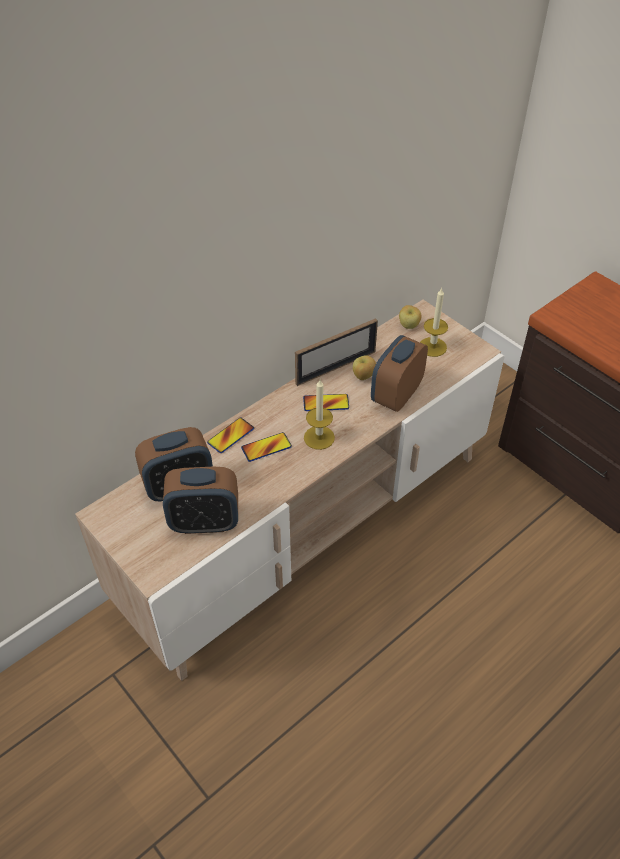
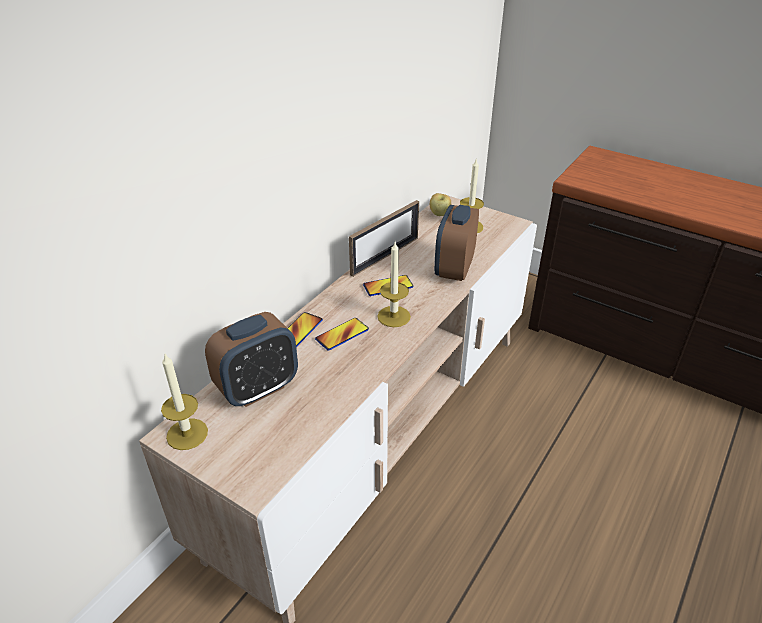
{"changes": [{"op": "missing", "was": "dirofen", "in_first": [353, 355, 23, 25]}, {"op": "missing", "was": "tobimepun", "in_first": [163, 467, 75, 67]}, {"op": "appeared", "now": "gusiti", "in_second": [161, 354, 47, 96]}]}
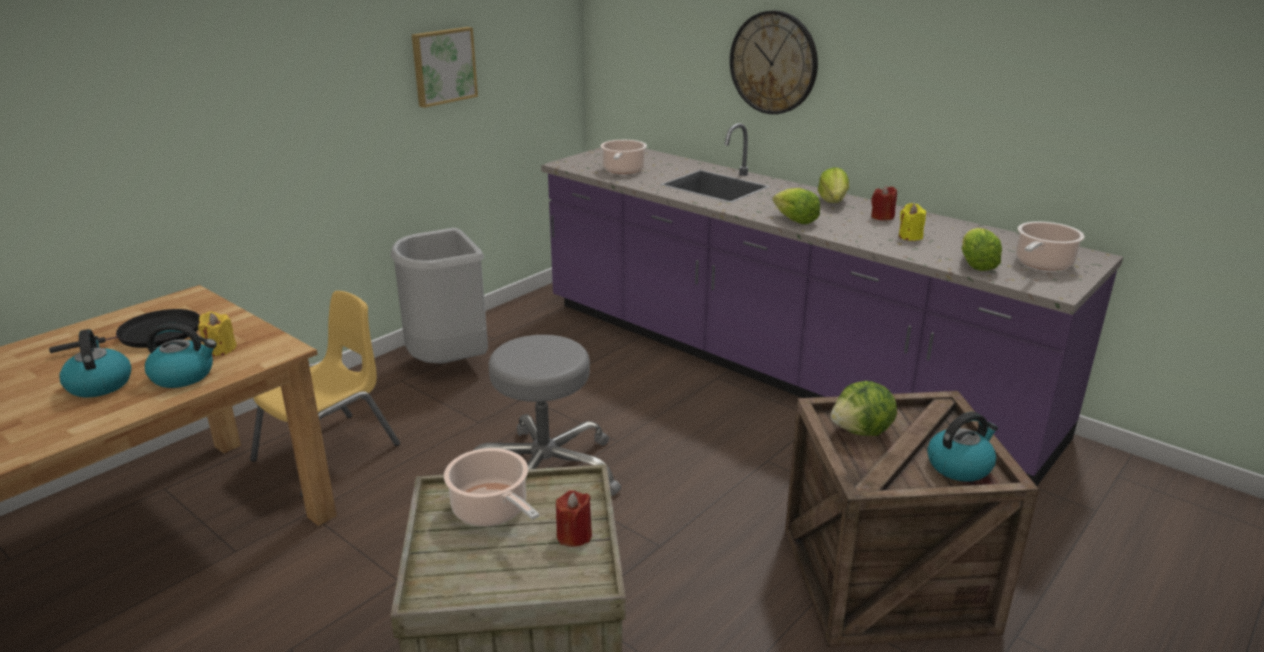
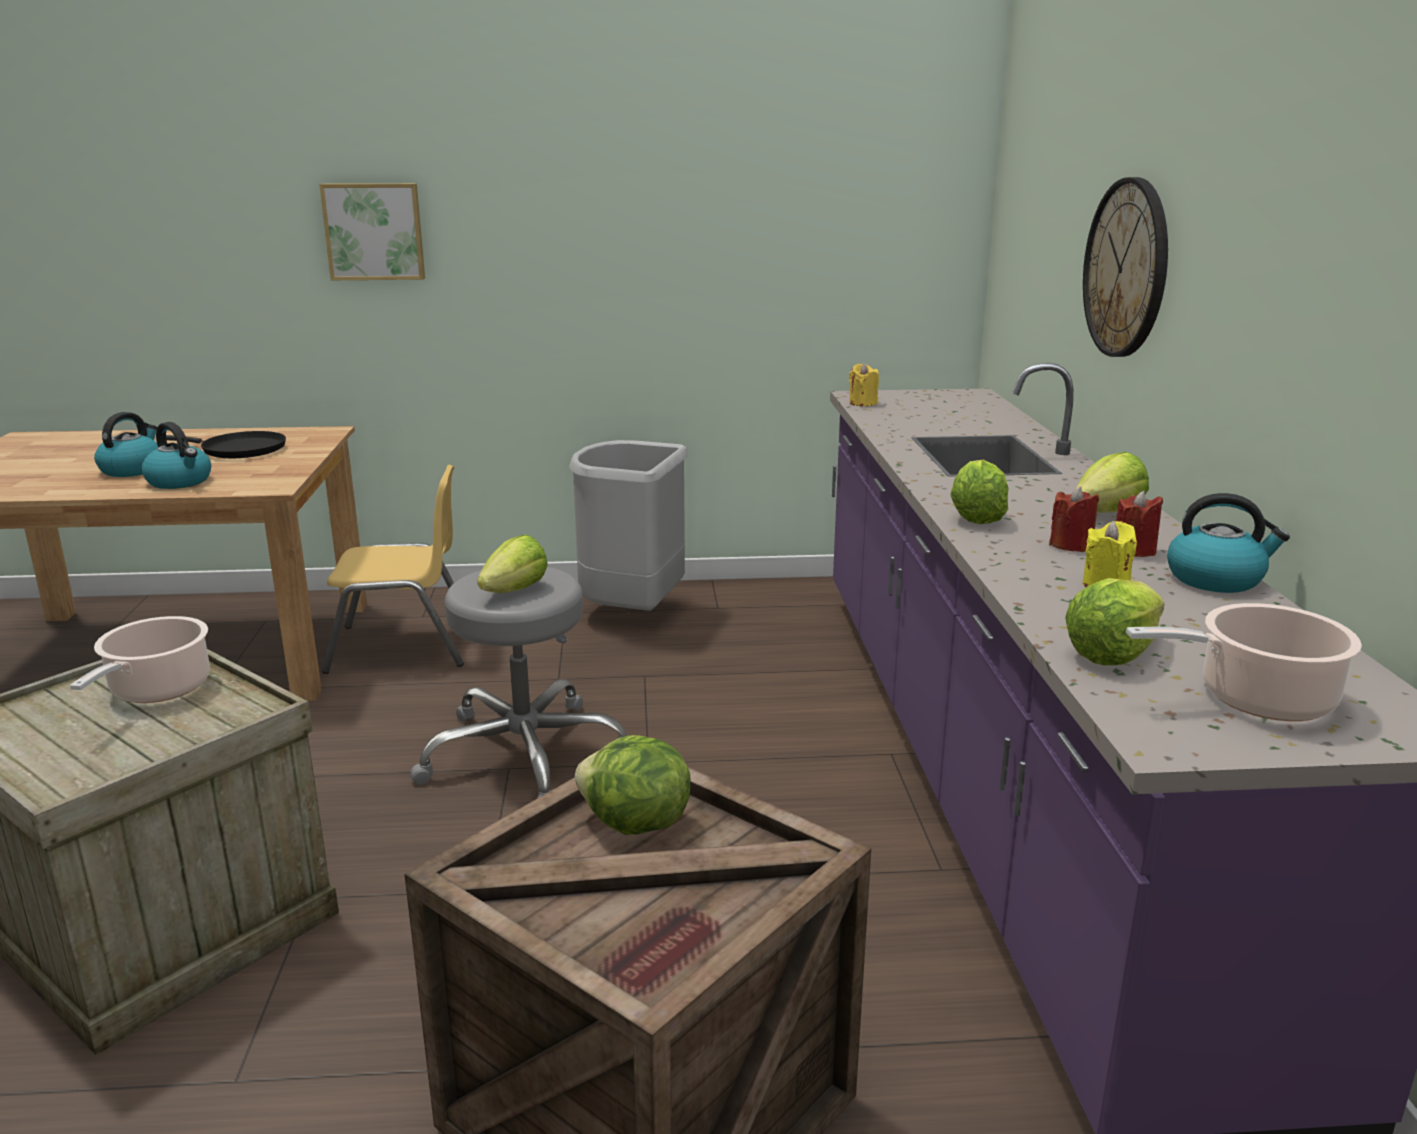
{"changes": [{"op": "relocated", "was": "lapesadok", "in_first": [412, 27, 66, 81], "in_second": [319, 183, 106, 97]}, {"op": "missing", "was": "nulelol", "in_first": [601, 140, 46, 34]}, {"op": "relocated", "was": "gusiti (yellow)", "in_first": [198, 311, 39, 45], "in_second": [849, 363, 30, 43]}, {"op": "relocated", "was": "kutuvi", "in_first": [927, 412, 71, 70], "in_second": [1167, 493, 123, 100]}, {"op": "relocated", "was": "gusiti (red)", "in_first": [556, 490, 36, 57], "in_second": [1049, 487, 50, 65]}, {"op": "appeared", "now": "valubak", "in_second": [477, 535, 71, 58]}]}
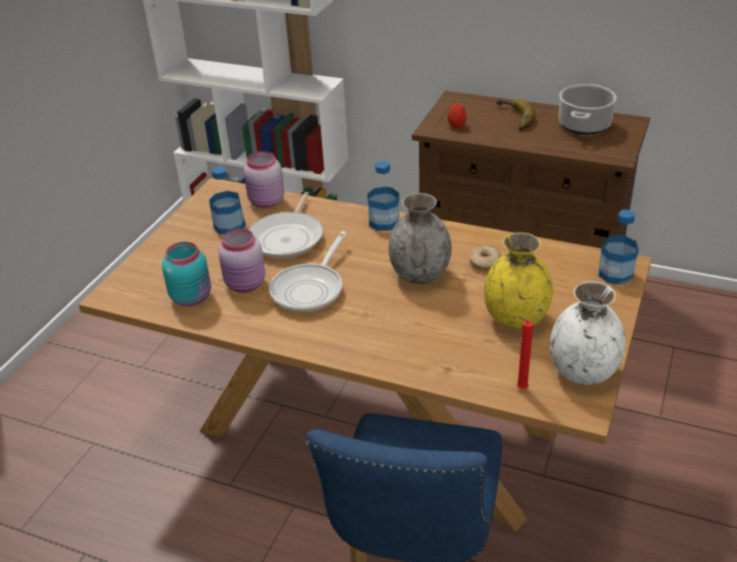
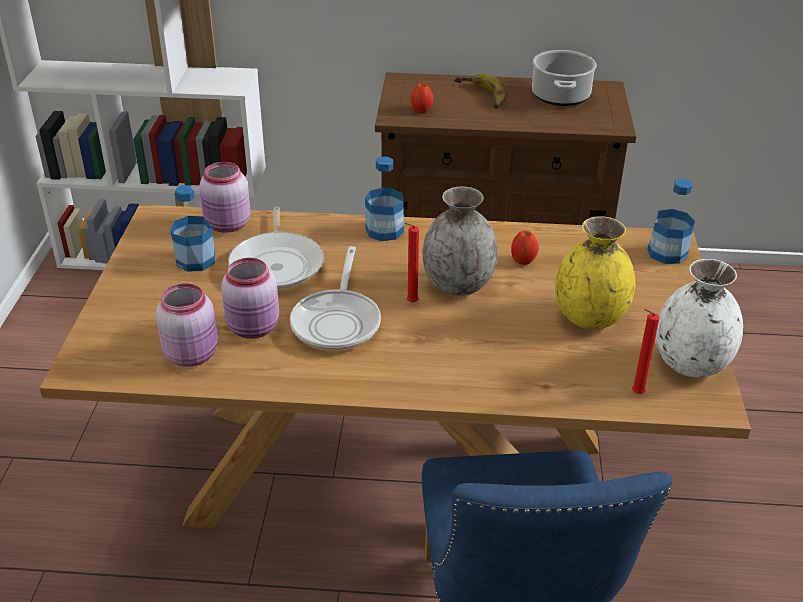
{"changes": [{"op": "colour", "was": "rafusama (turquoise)", "now": "rafusama (pink)", "in_first": [162, 242, 49, 64], "in_second": [156, 283, 62, 84]}, {"op": "exchanged", "was": "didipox", "now": "dirofen", "in_first": [469, 245, 32, 25], "in_second": [511, 231, 28, 34]}, {"op": "appeared", "now": "gusiti (red)", "in_second": [405, 223, 14, 80]}]}
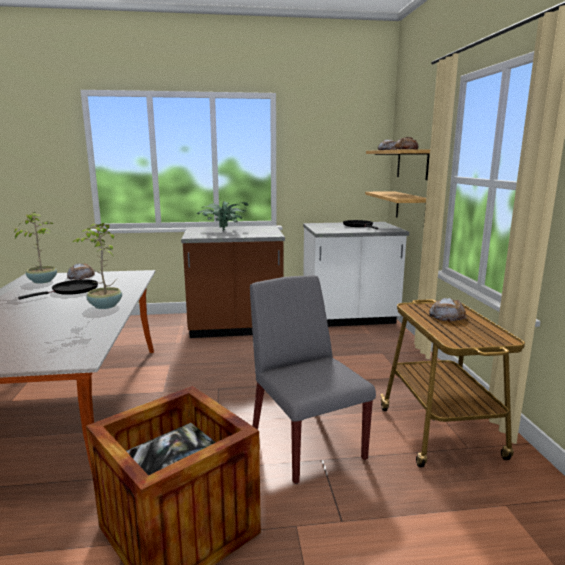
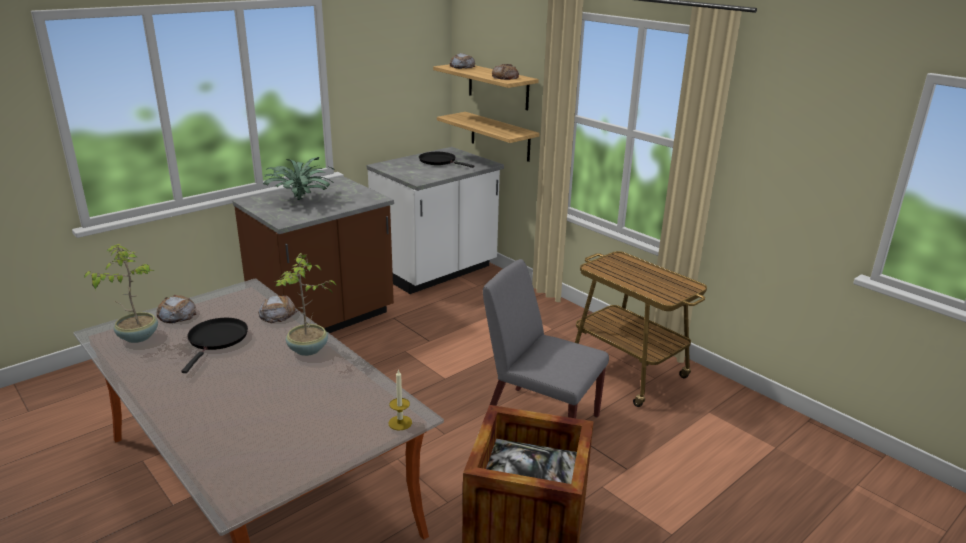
{"changes": [{"op": "relocated", "was": "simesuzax", "in_first": [429, 298, 38, 24], "in_second": [258, 295, 39, 28]}, {"op": "appeared", "now": "gusiti", "in_second": [389, 369, 23, 62]}]}
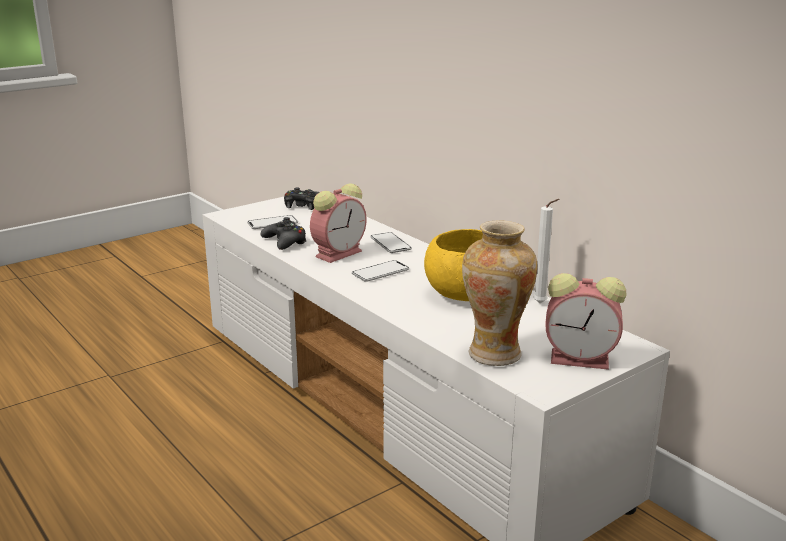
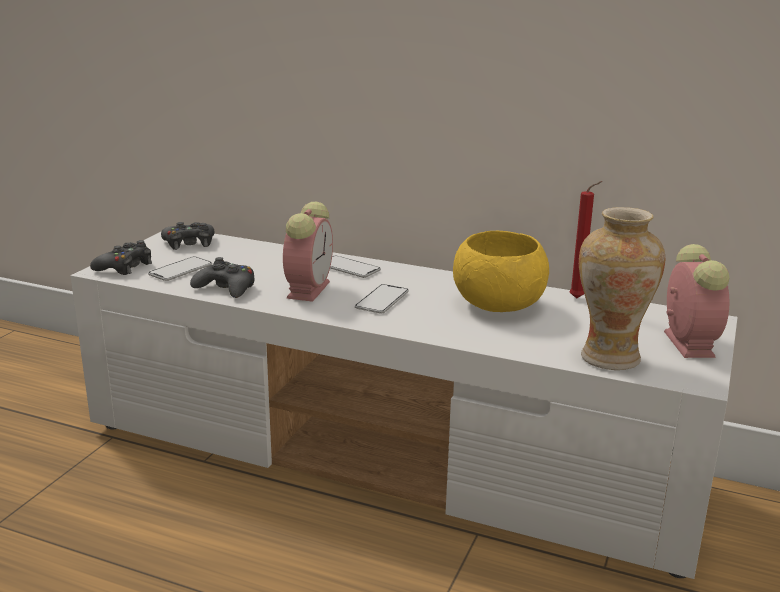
{"changes": [{"op": "colour", "was": "gusiti (white)", "now": "gusiti (red)", "in_first": [533, 199, 27, 104], "in_second": [570, 181, 33, 118]}, {"op": "spun", "was": "tobimepun", "in_first": [545, 273, 81, 97], "in_second": [664, 244, 65, 114], "clockwise": -75}, {"op": "appeared", "now": "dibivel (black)", "in_second": [90, 240, 62, 35]}]}
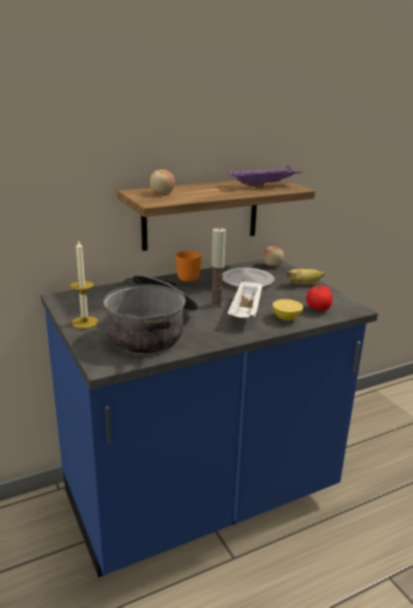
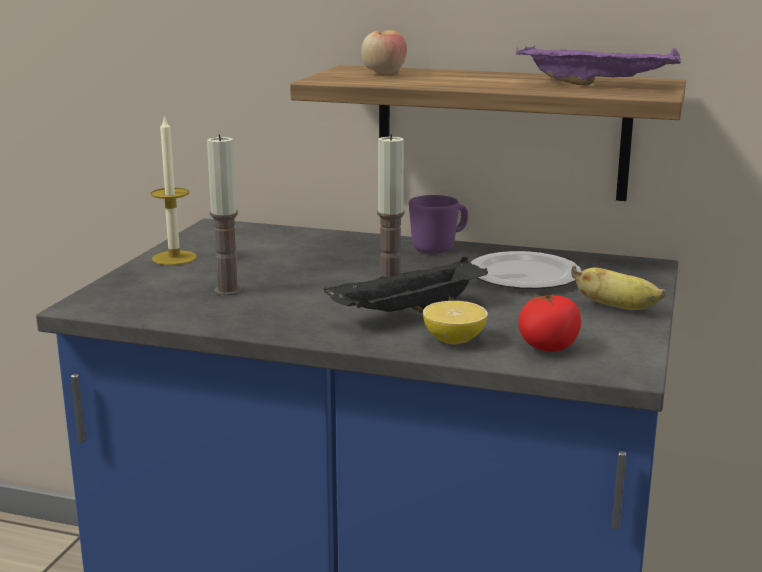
{"changes": [{"op": "missing", "was": "dirofen", "in_first": [263, 246, 21, 20]}, {"op": "colour", "was": "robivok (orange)", "now": "robivok (purple)", "in_first": [176, 251, 26, 31], "in_second": [409, 195, 59, 58]}, {"op": "exchanged", "was": "nulelol", "now": "gusiti", "in_first": [103, 275, 95, 78], "in_second": [207, 134, 34, 162]}, {"op": "colour", "was": "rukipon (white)", "now": "rukipon (black)", "in_first": [228, 279, 35, 39], "in_second": [324, 257, 164, 56]}]}
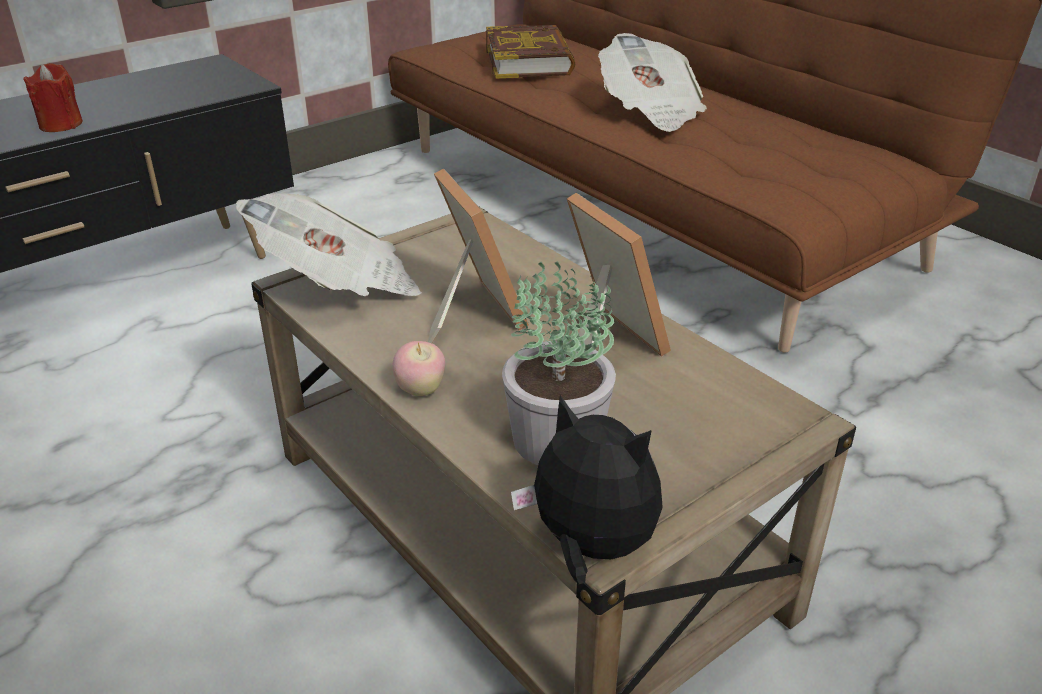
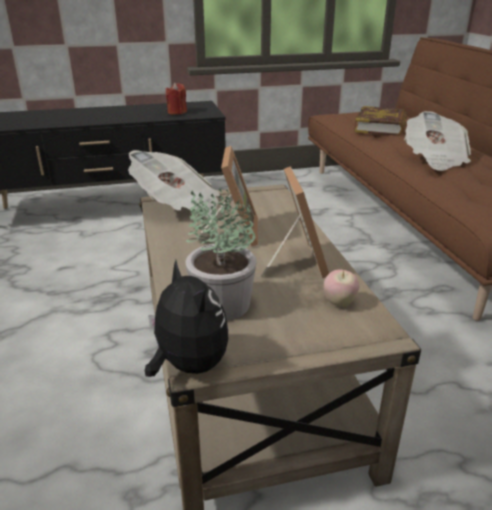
{"changes": [{"op": "relocated", "was": "gusiti (red)", "in_first": [23, 63, 60, 69], "in_second": [165, 83, 22, 32]}, {"op": "relocated", "was": "dirofen", "in_first": [392, 341, 53, 55], "in_second": [323, 269, 36, 38]}]}
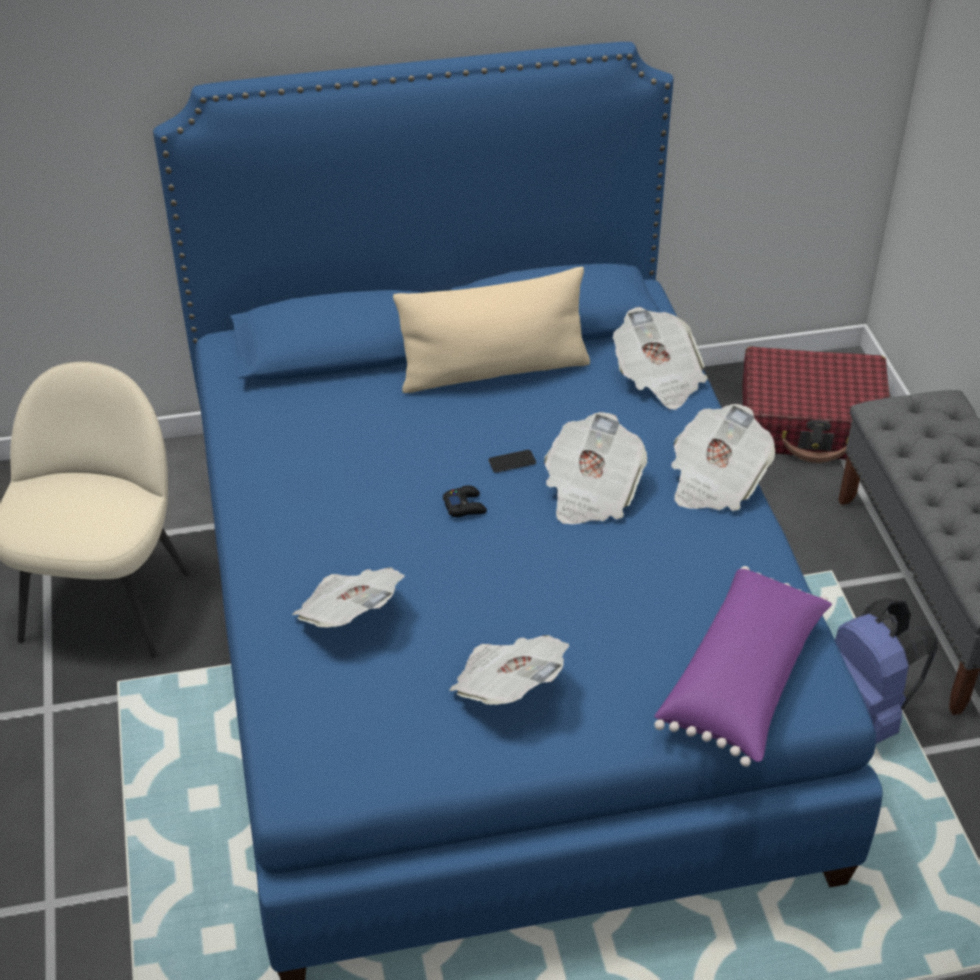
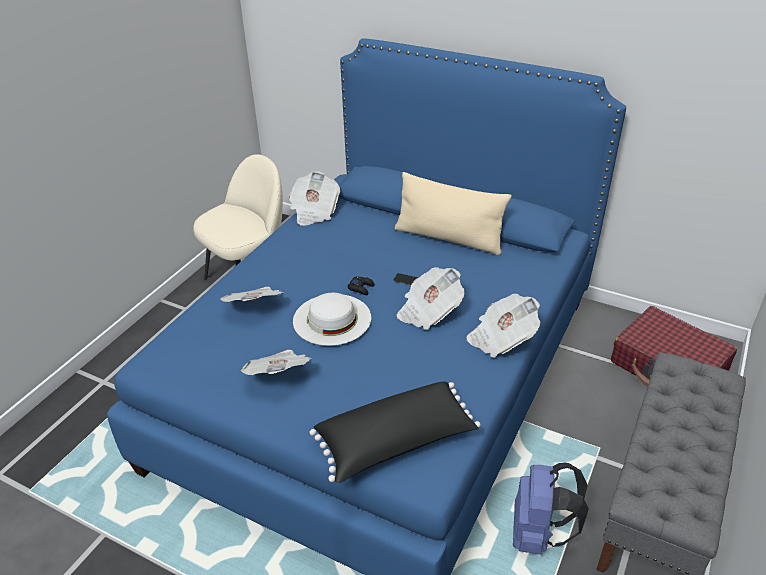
{"changes": [{"op": "relocated", "was": "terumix", "in_first": [613, 307, 95, 103], "in_second": [289, 171, 52, 55]}, {"op": "colour", "was": "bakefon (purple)", "now": "bakefon (black)", "in_first": [654, 566, 178, 201], "in_second": [309, 381, 172, 102]}, {"op": "appeared", "now": "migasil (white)", "in_second": [293, 293, 78, 53]}]}
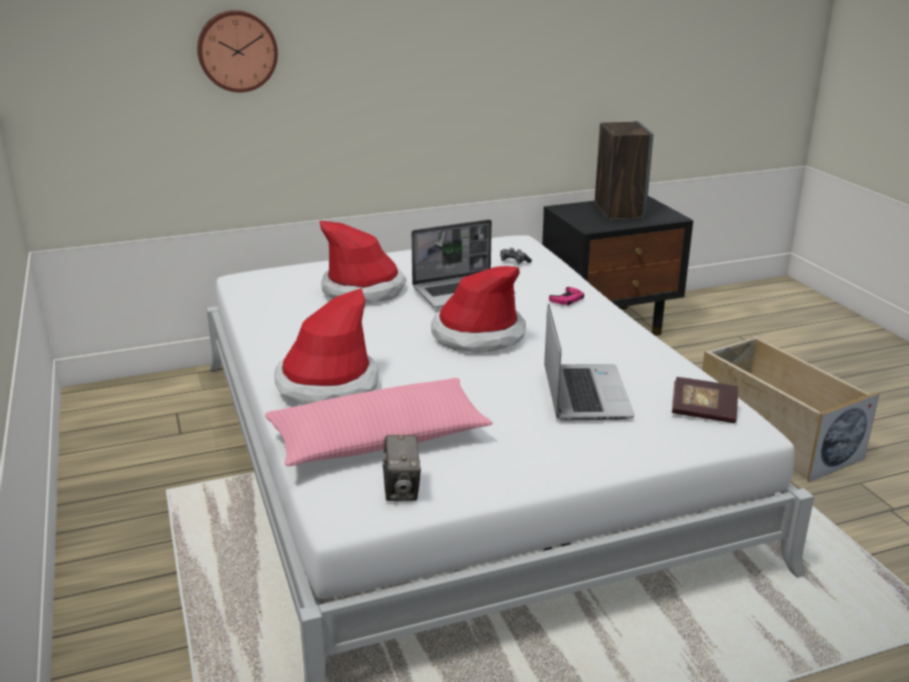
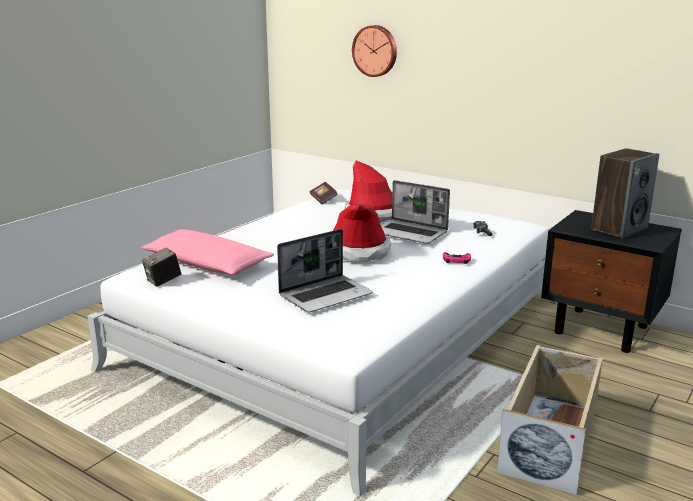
{"changes": [{"op": "missing", "was": "migasil", "in_first": [275, 288, 103, 117]}, {"op": "relocated", "was": "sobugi", "in_first": [672, 377, 66, 46], "in_second": [310, 182, 27, 23]}]}
